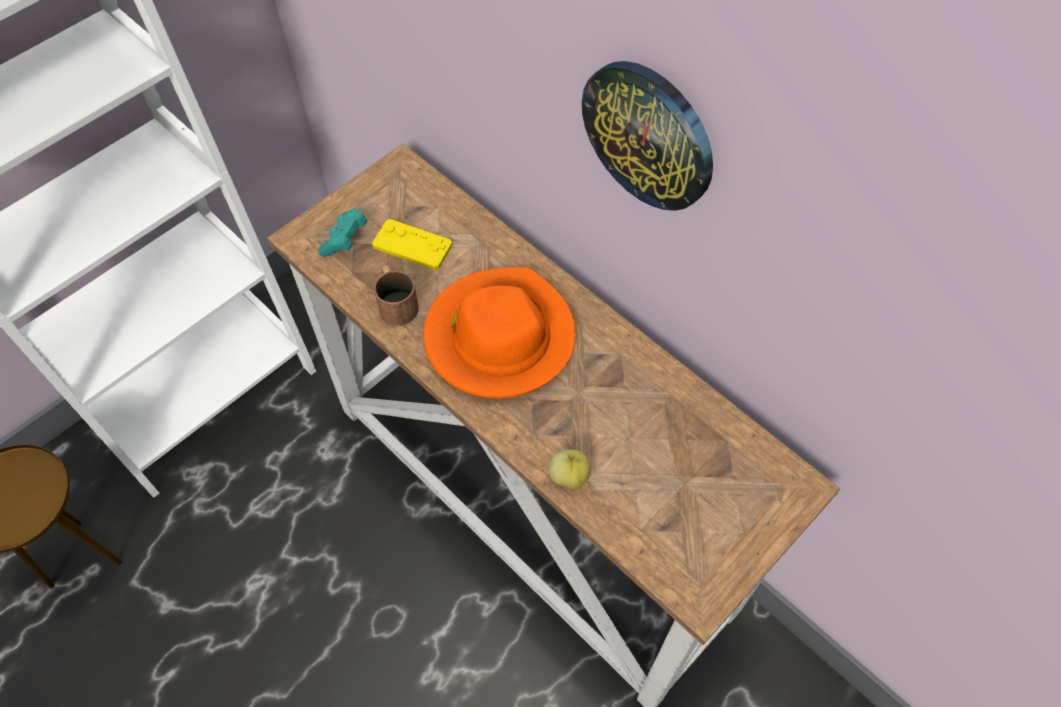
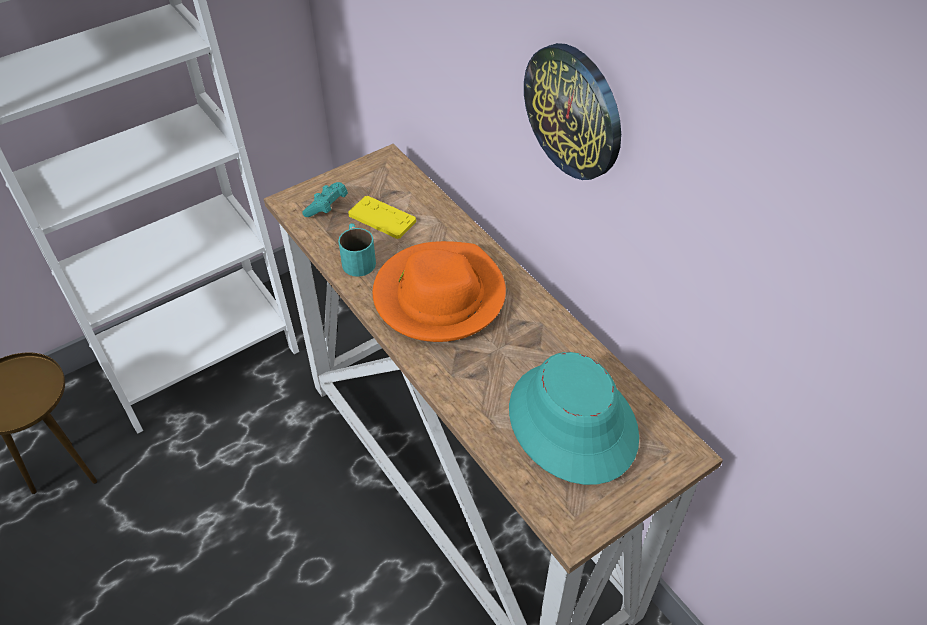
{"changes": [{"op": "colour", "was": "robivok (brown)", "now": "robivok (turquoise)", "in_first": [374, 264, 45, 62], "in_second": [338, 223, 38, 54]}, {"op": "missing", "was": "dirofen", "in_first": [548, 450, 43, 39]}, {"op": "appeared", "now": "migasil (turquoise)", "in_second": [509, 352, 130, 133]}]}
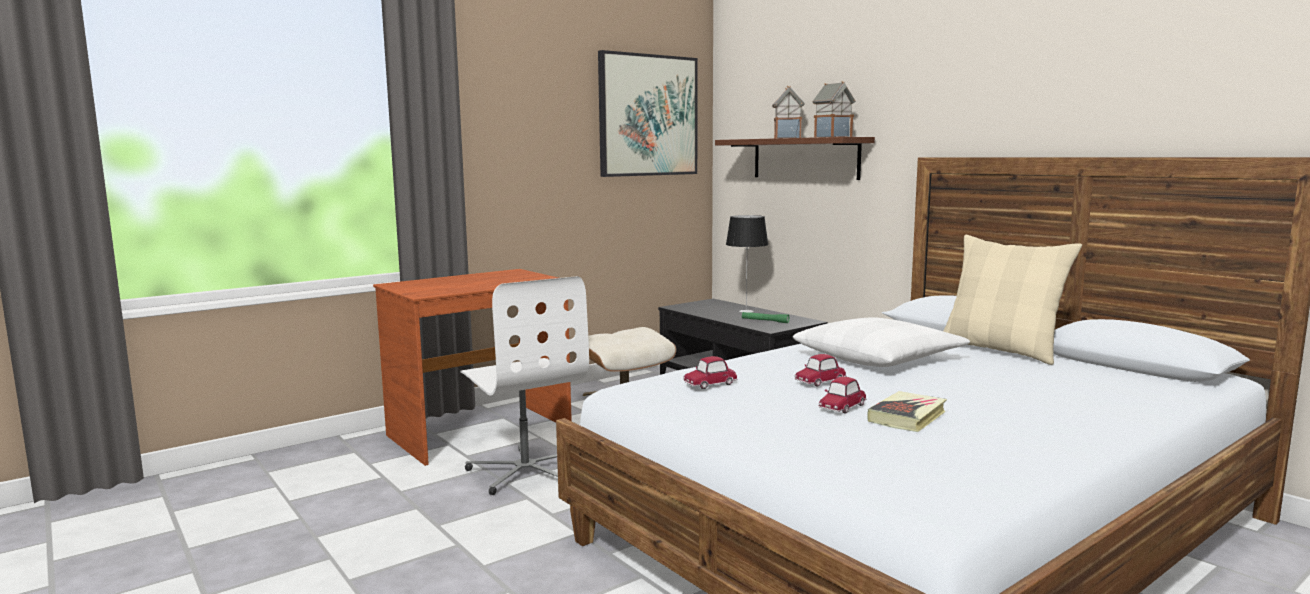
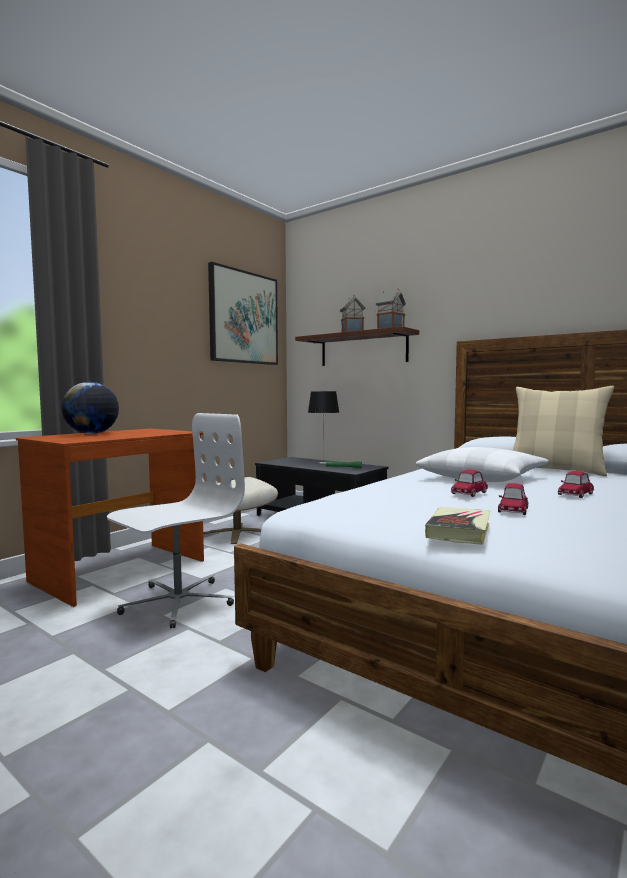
{"changes": [{"op": "spun", "was": "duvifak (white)", "in_first": [460, 276, 129, 219], "in_second": [107, 413, 138, 216], "clockwise": -90}, {"op": "relocated", "was": "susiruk", "in_first": [683, 356, 55, 33], "in_second": [558, 471, 36, 27]}, {"op": "relocated", "was": "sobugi", "in_first": [868, 391, 79, 41], "in_second": [425, 507, 65, 38]}, {"op": "appeared", "now": "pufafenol", "in_second": [61, 382, 58, 52]}]}
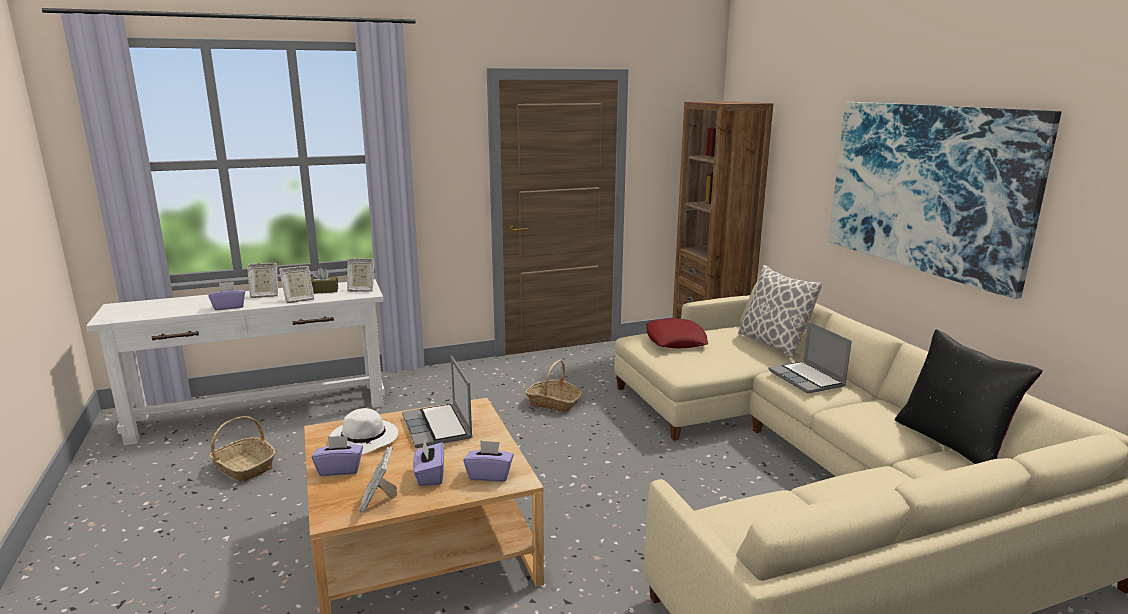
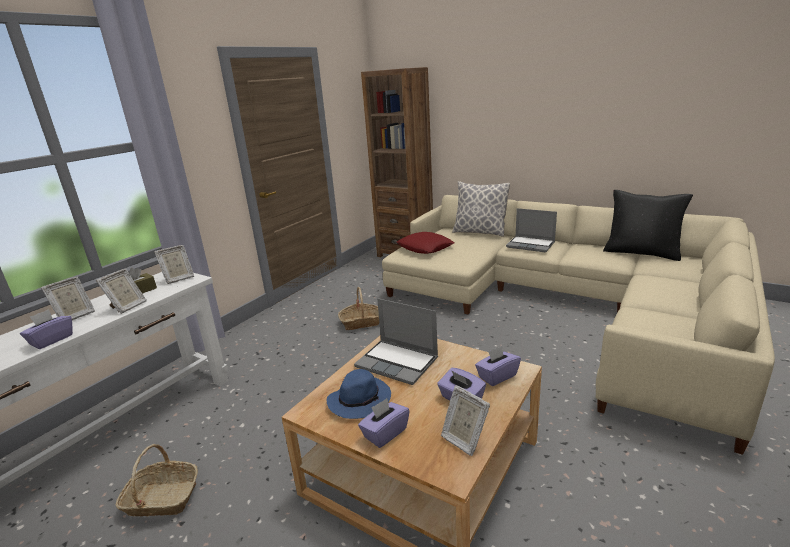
{"changes": [{"op": "missing", "was": "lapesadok", "in_first": [828, 102, 233, 197]}, {"op": "colour", "was": "migasil (white)", "now": "migasil (blue)", "in_first": [330, 408, 68, 46], "in_second": [327, 369, 64, 50]}]}
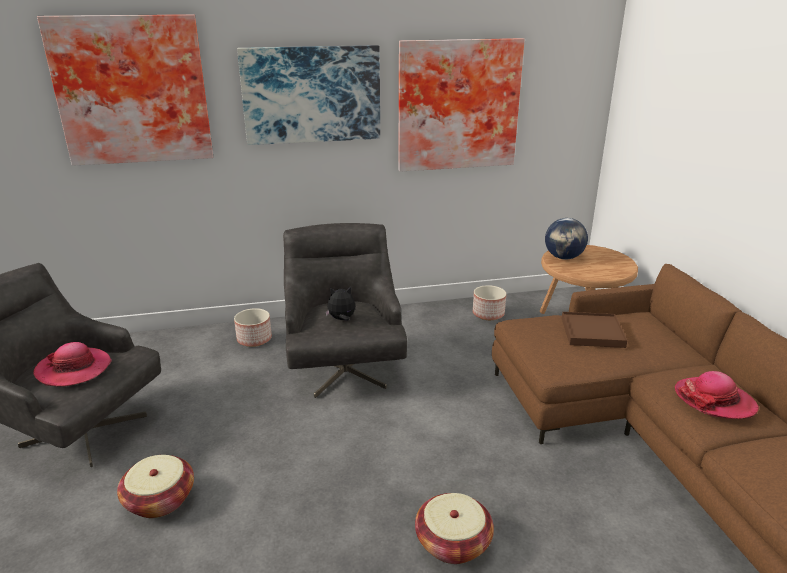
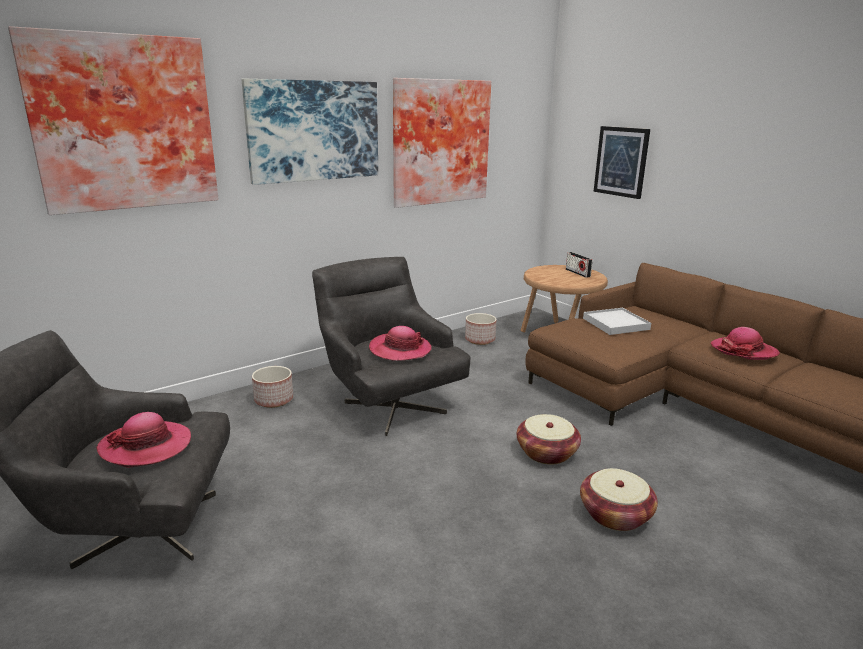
{"changes": [{"op": "missing", "was": "pufafenol", "in_first": [545, 218, 43, 42]}, {"op": "exchanged", "was": "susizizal", "now": "migasil", "in_first": [325, 287, 30, 34], "in_second": [369, 326, 63, 35]}, {"op": "colour", "was": "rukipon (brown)", "now": "rukipon (white)", "in_first": [562, 312, 65, 36], "in_second": [583, 308, 68, 27]}, {"op": "relocated", "was": "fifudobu", "in_first": [117, 455, 77, 63], "in_second": [517, 414, 64, 50]}, {"op": "appeared", "now": "lapesadok", "in_second": [593, 126, 57, 73]}, {"op": "appeared", "now": "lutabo", "in_second": [566, 252, 26, 26]}]}
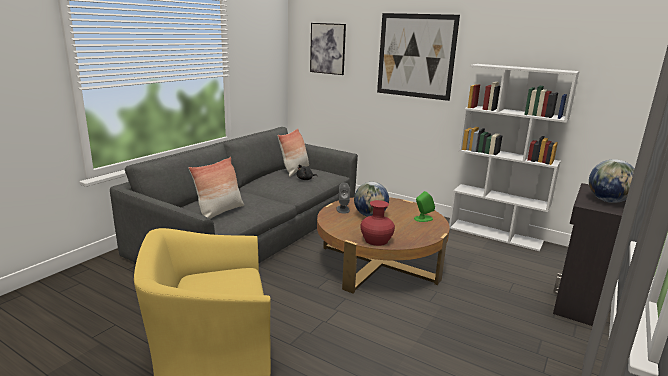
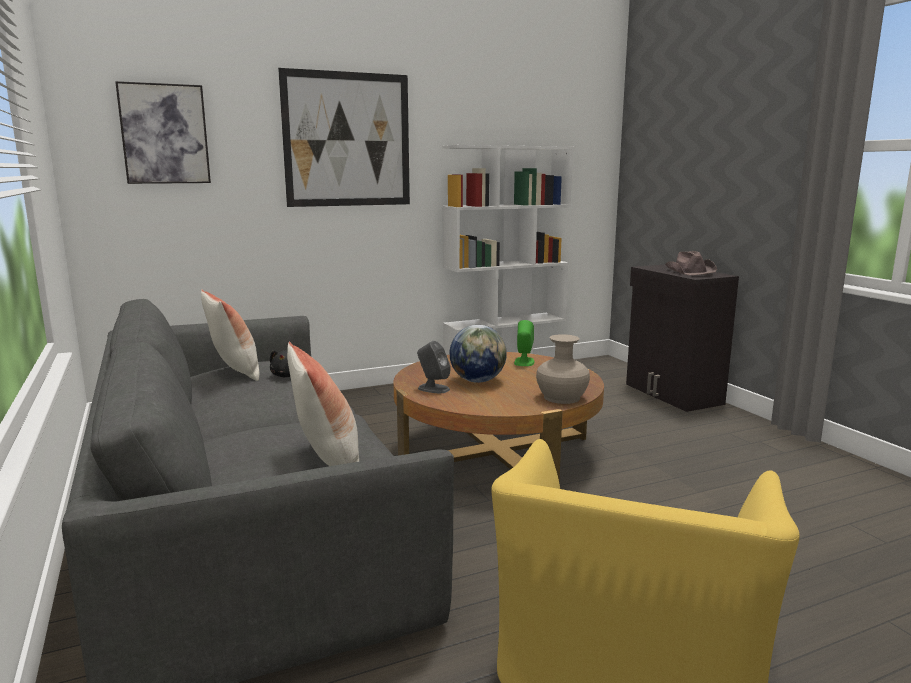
{"changes": [{"op": "exchanged", "was": "pufafenol", "now": "migasil (brown)", "in_first": [589, 159, 45, 44], "in_second": [665, 251, 52, 24]}, {"op": "colour", "was": "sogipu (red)", "now": "sogipu (beige)", "in_first": [360, 200, 35, 46], "in_second": [536, 334, 54, 70]}]}
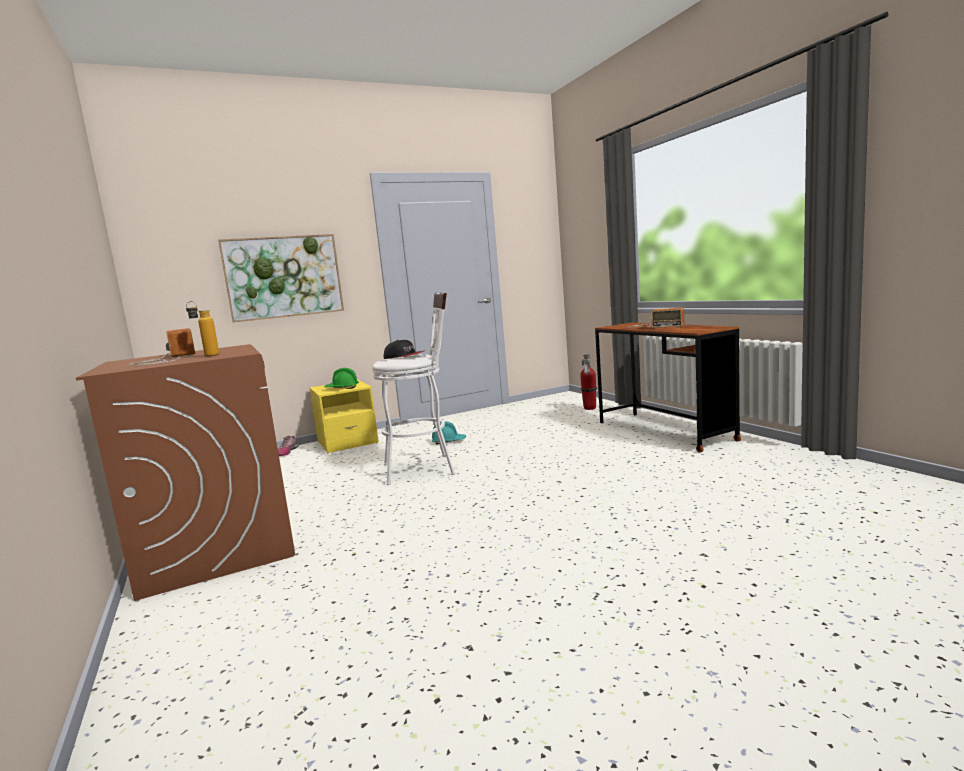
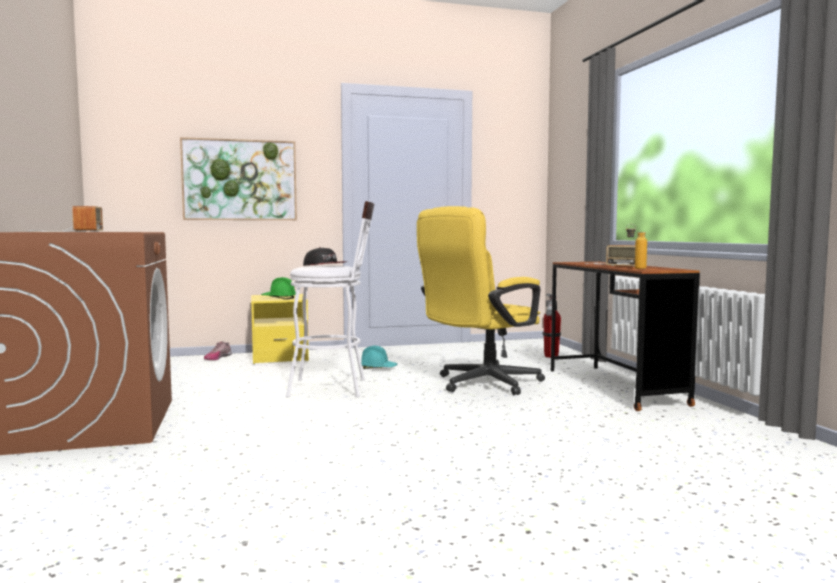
{"changes": [{"op": "relocated", "was": "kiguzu", "in_first": [186, 301, 33, 55], "in_second": [626, 224, 21, 45]}, {"op": "appeared", "now": "duvifak (yellow)", "in_second": [417, 206, 128, 189]}]}
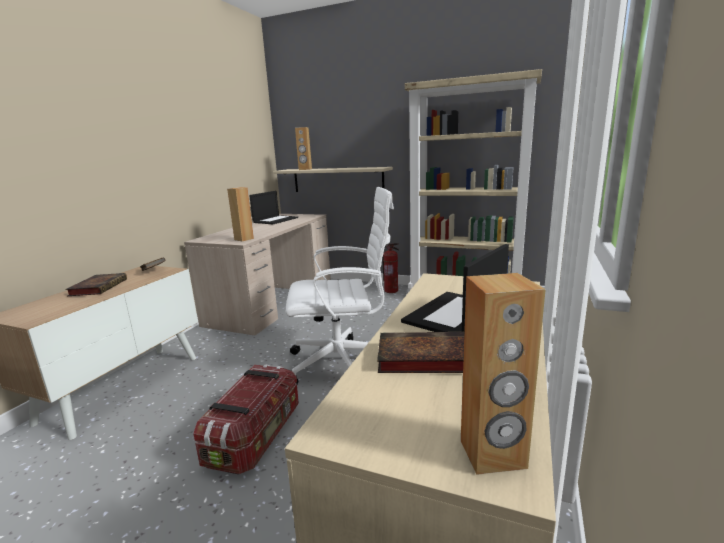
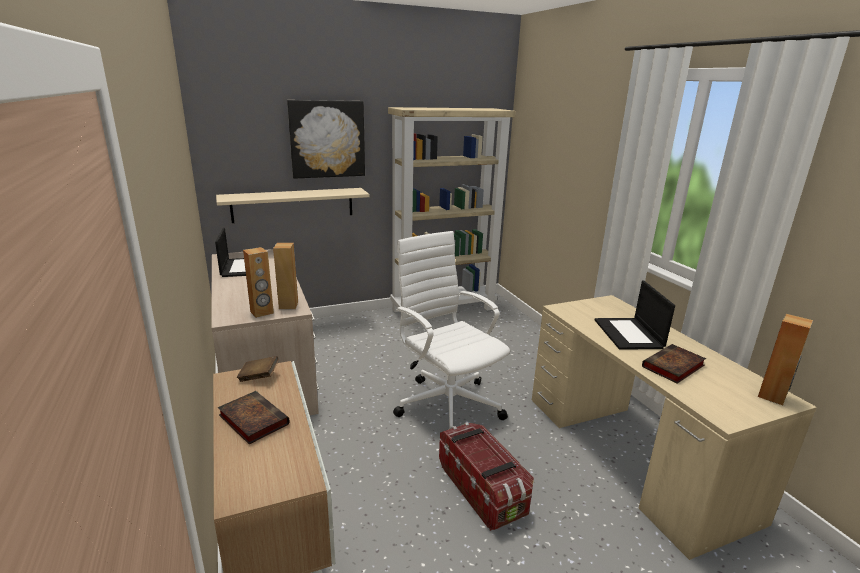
{"changes": [{"op": "relocated", "was": "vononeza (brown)", "in_first": [295, 127, 17, 43], "in_second": [243, 247, 31, 71]}, {"op": "spun", "was": "duvifak (white)", "in_first": [286, 187, 108, 197], "in_second": [393, 231, 117, 197], "clockwise": -75}, {"op": "missing", "was": "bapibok", "in_first": [382, 243, 17, 50]}, {"op": "appeared", "now": "lapesadok", "in_second": [287, 100, 78, 79]}]}
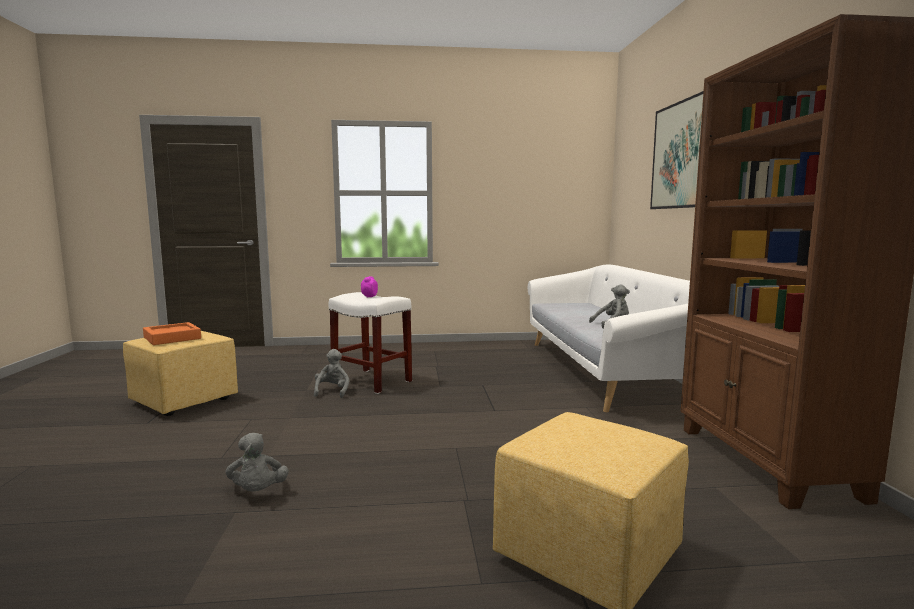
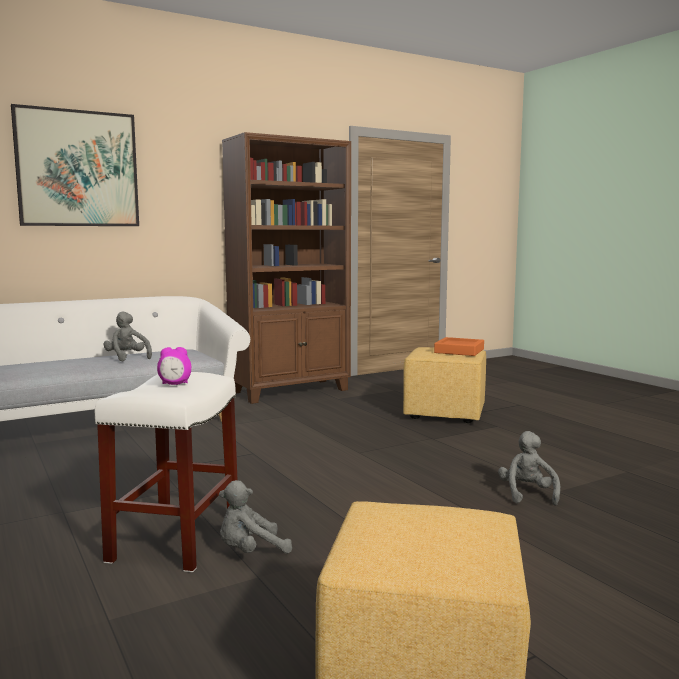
{"changes": [{"op": "relocated", "was": "rukipon (orange)", "in_first": [143, 322, 58, 23], "in_second": [434, 337, 50, 19]}, {"op": "spun", "was": "susizizal (grey)", "in_first": [225, 433, 64, 59], "in_second": [498, 431, 62, 75], "clockwise": -45}]}
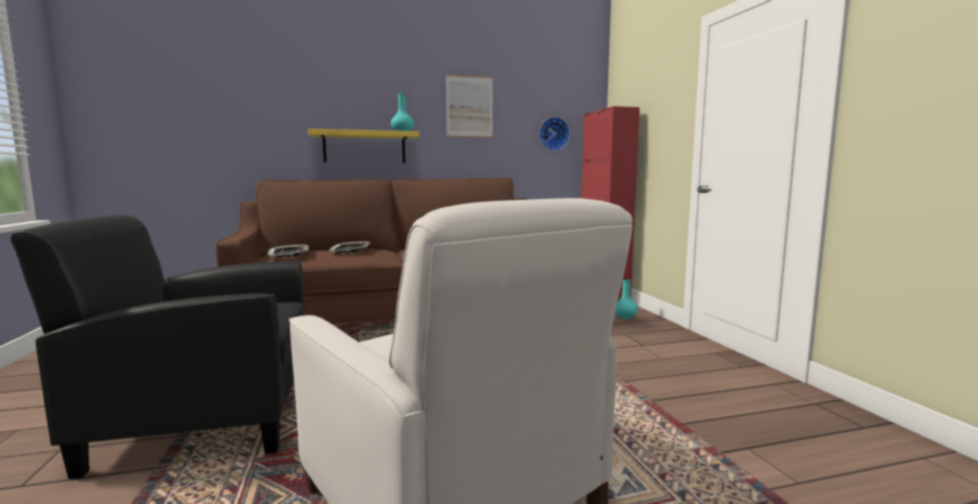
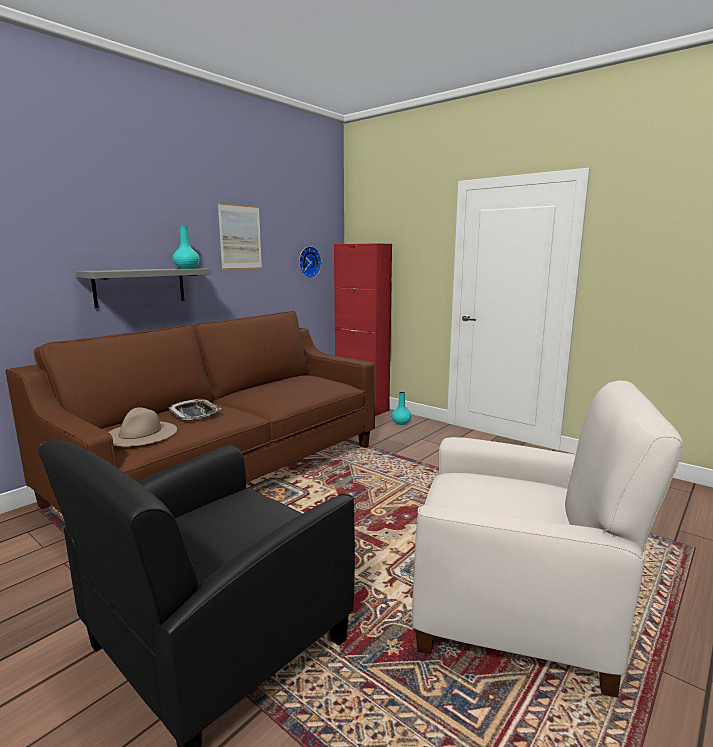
{"changes": [{"op": "colour", "was": "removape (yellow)", "now": "removape (grey)", "in_first": [308, 129, 111, 34], "in_second": [75, 268, 137, 40]}, {"op": "exchanged", "was": "rukipon", "now": "migasil (beige)", "in_first": [267, 244, 42, 14], "in_second": [109, 407, 68, 40]}]}
